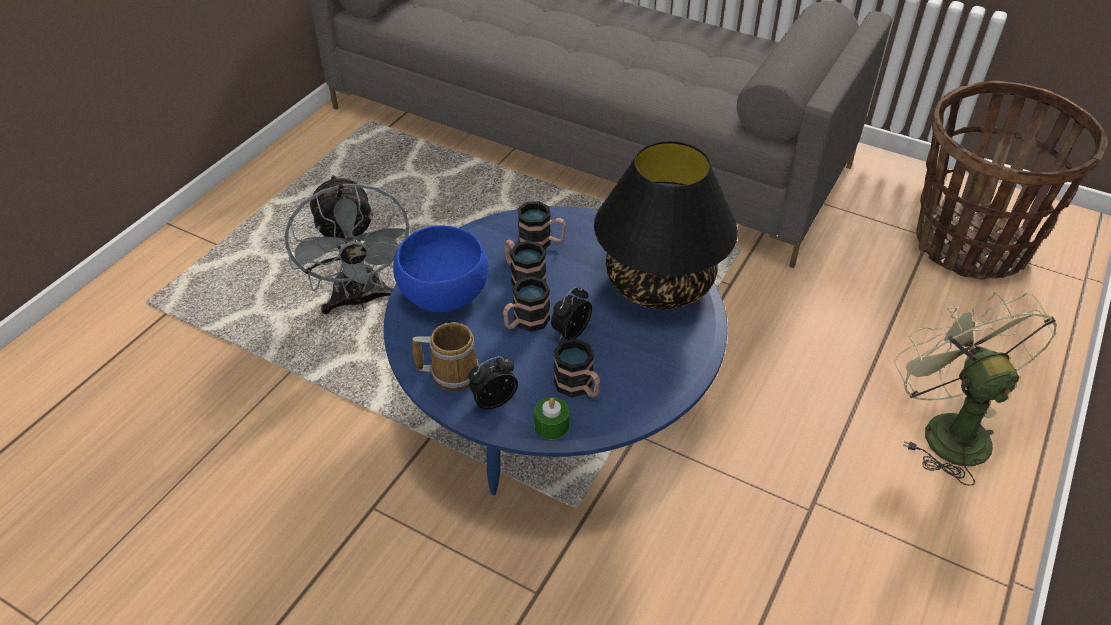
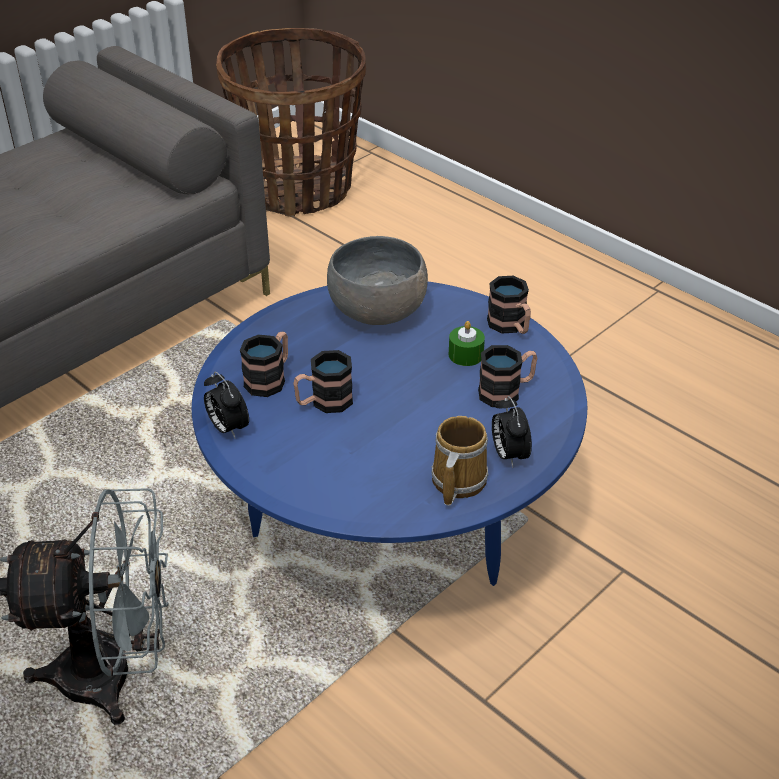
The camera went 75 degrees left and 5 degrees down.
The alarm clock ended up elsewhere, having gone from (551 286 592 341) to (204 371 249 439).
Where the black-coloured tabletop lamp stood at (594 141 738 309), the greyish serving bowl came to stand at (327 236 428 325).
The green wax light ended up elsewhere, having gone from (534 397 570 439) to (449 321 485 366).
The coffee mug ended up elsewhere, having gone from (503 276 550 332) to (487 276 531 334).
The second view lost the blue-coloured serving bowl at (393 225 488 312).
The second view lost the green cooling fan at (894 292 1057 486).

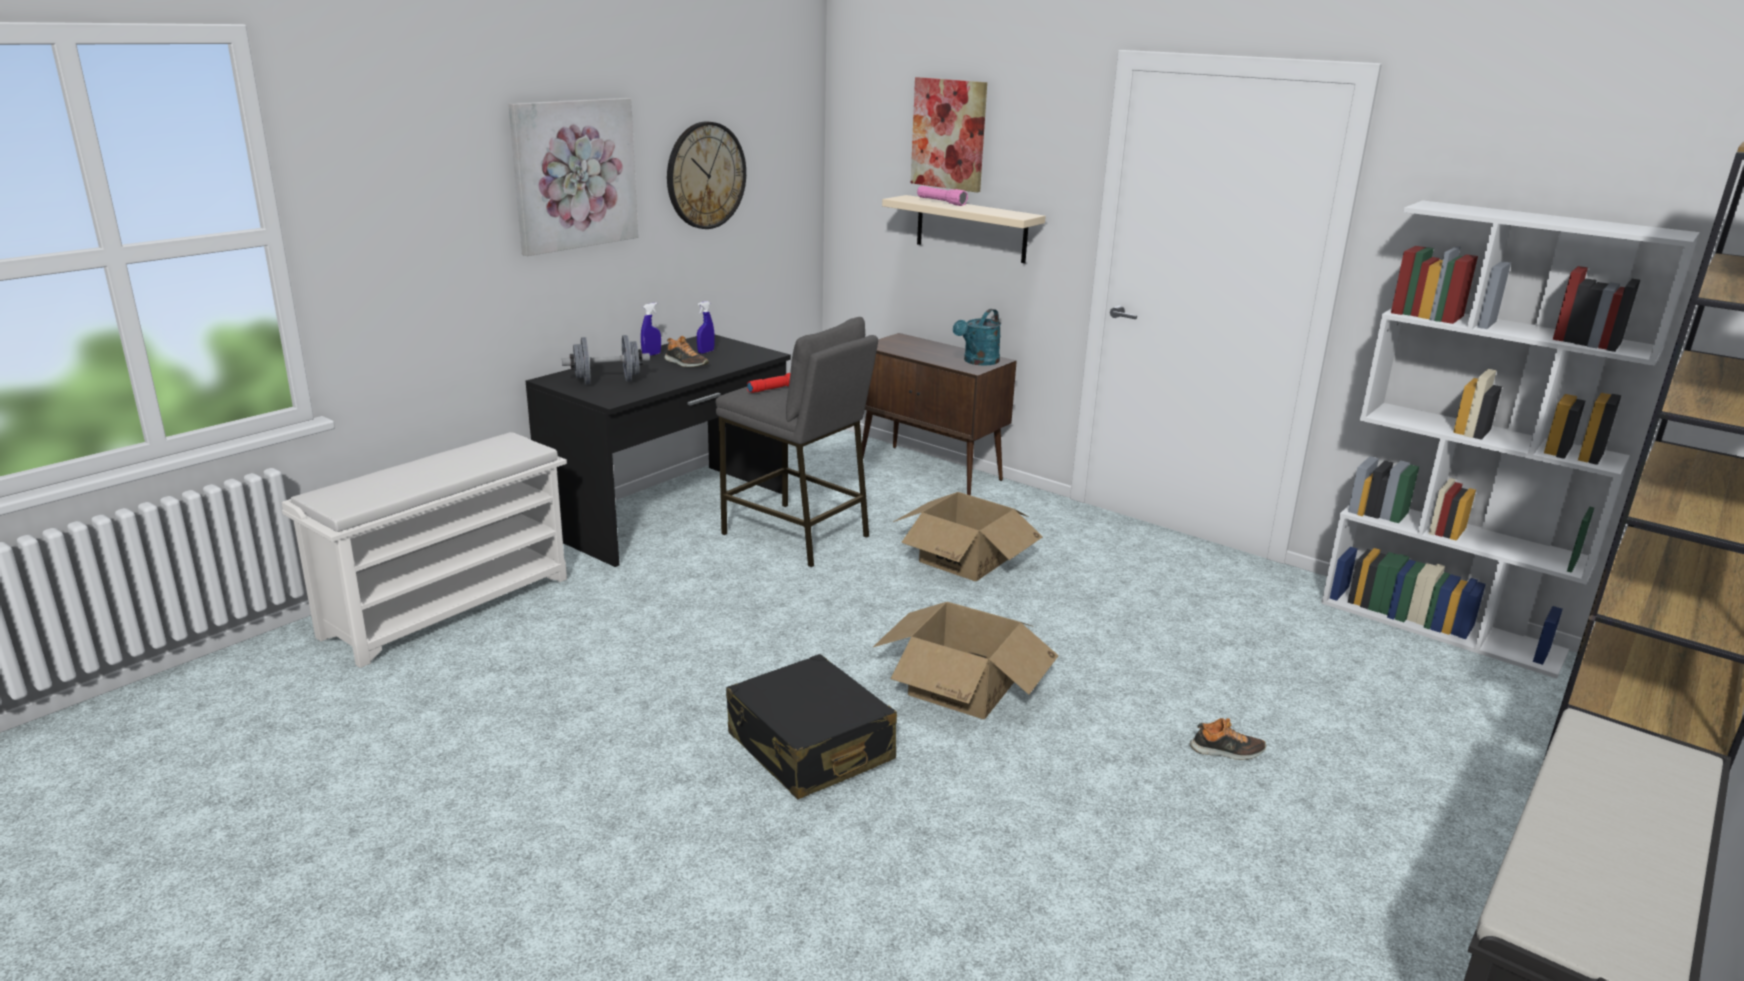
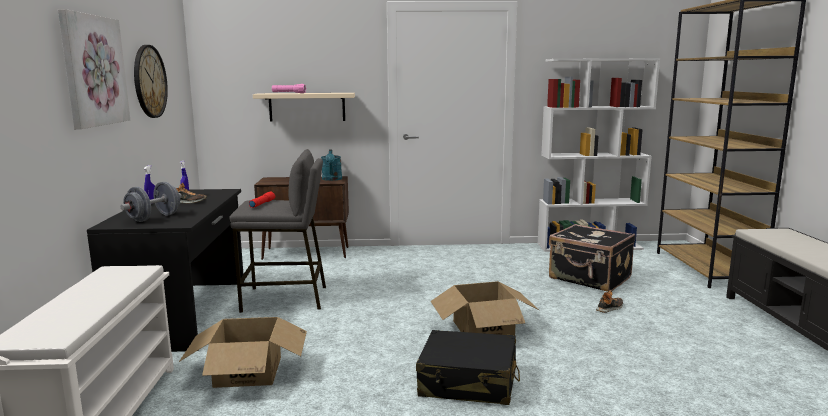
The camera went 40 degrees left and 10 degrees down.
The carton ended up elsewhere, having gone from (893 492 1043 581) to (179 317 307 388).
The second view gained the black-coloured piece of luggage at (549 224 635 292).
The second view lost the picture at (911 77 987 192).

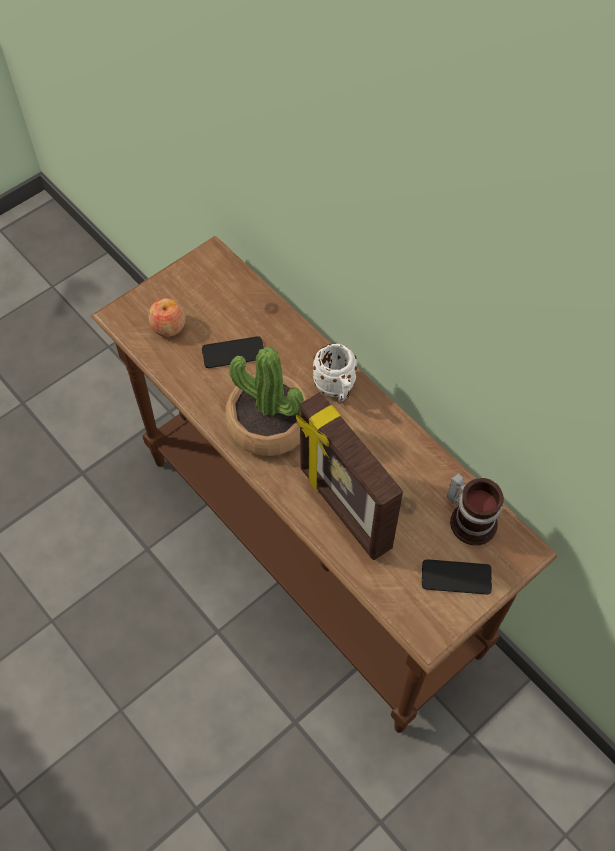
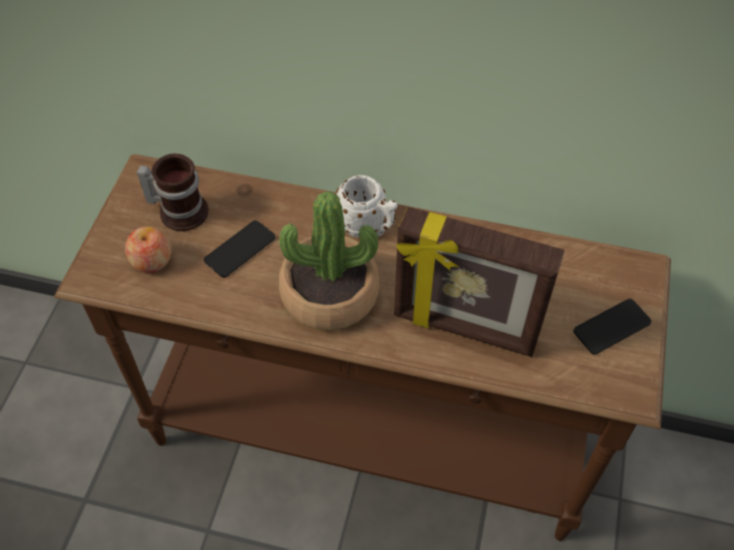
The camera went 35 degrees left and 5 degrees down.
The coffee mug ended up elsewhere, having gone from (447 473 504 545) to (137 154 209 231).

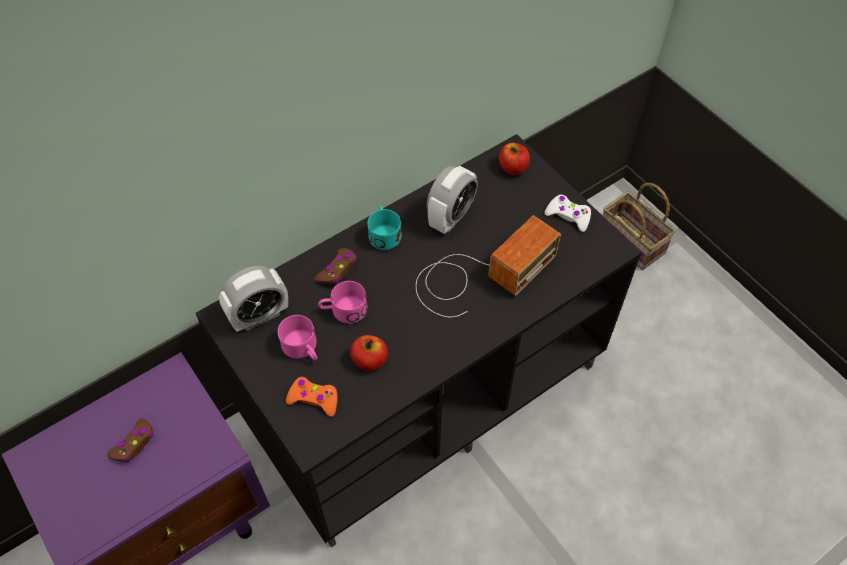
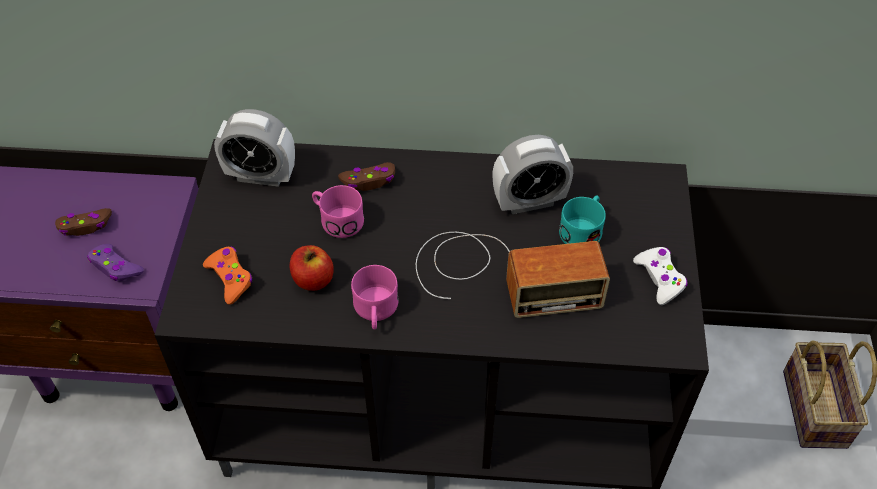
The camera went 40 degrees right and 5 degrees down.
The second view gained the purple game controller at (87 244 144 282).
The pink coffee mug ended up elsewhere, having gone from (278 315 317 360) to (351 265 399 330).
The turquoise-coloured coffee mug ended up elsewhere, having gone from (367 205 402 250) to (559 196 606 244).
The second view lost the apple at (499 143 530 175).

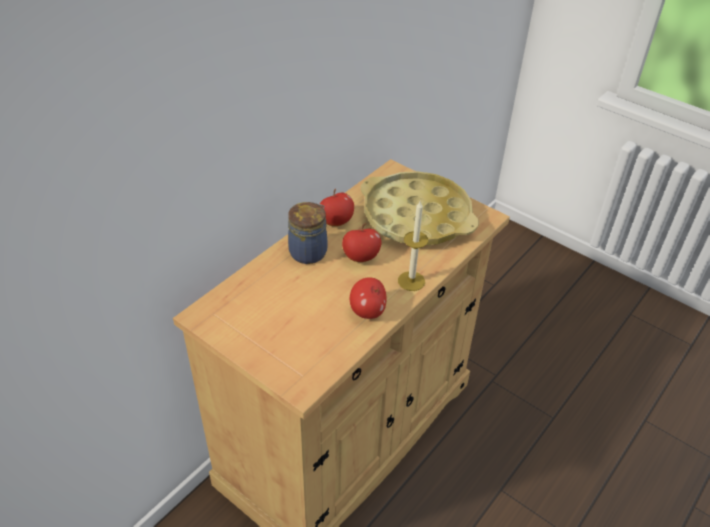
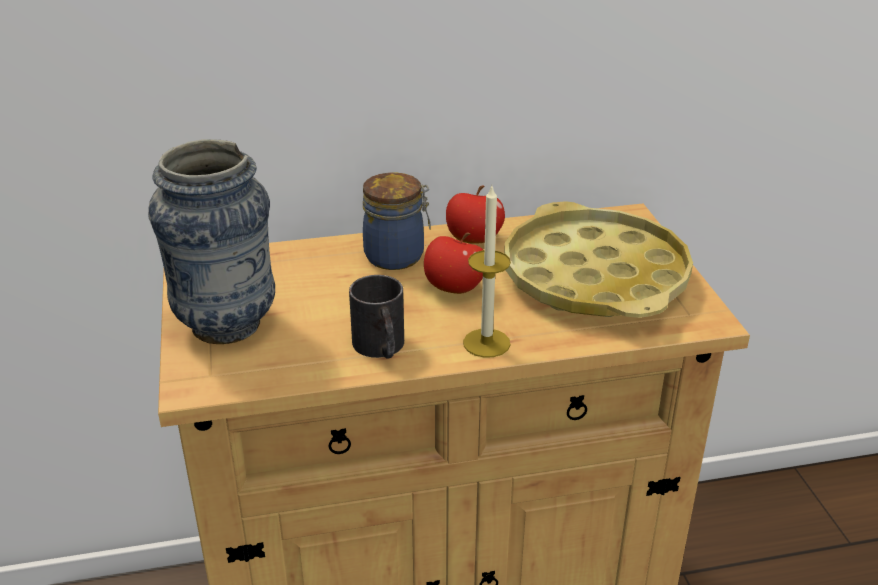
The camera went 40 degrees right and 10 degrees down.
The second view gained the flower vase at (148 139 275 344).
Where the apple stood at (350 277 387 319), the black-coloured coffee mug came to stand at (349 275 404 359).

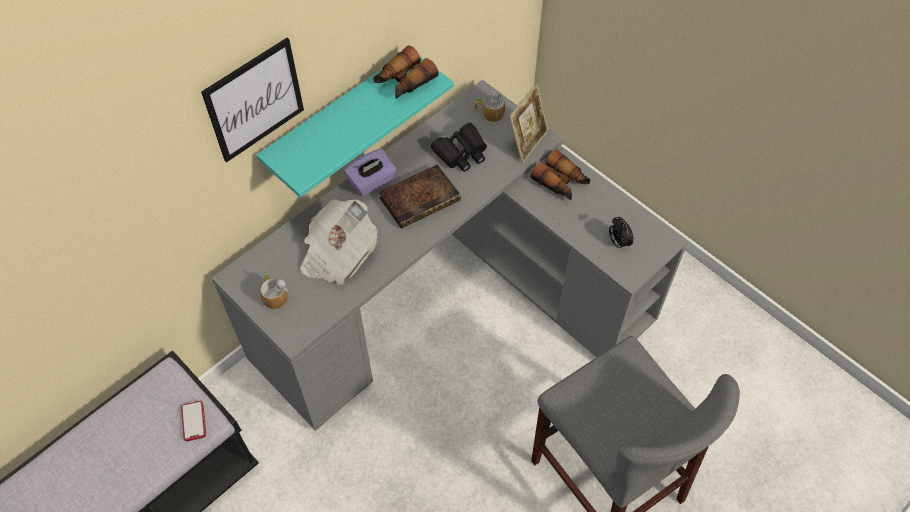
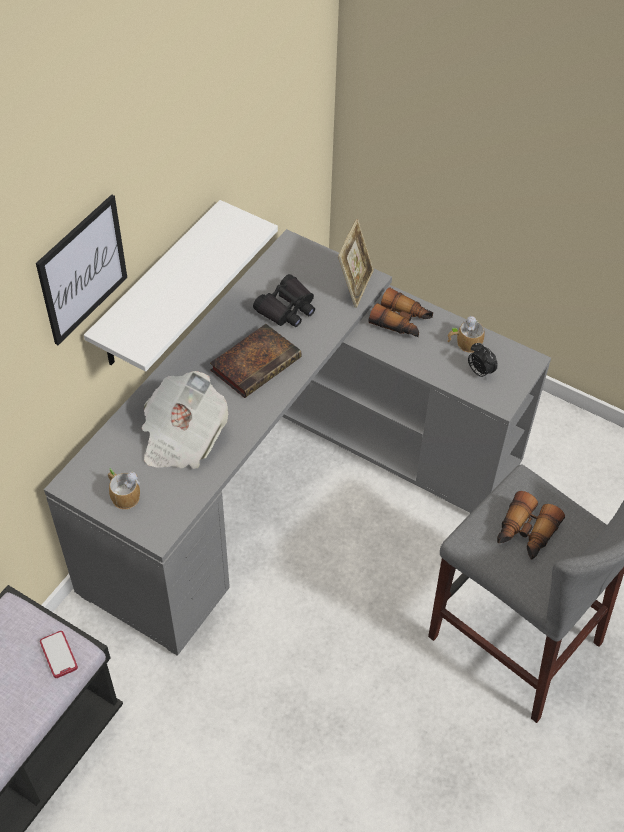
The camera went 15 degrees left and 5 degrees down.
What was the turquoise-coloured bracket shelf at (257 57 454 198) turned into the whitish bracket shelf at (84 200 278 372).
The coffee mug ended up elsewhere, having gone from (474 90 505 122) to (447 316 485 353).
The pair of binoculars ended up elsewhere, having gone from (373 45 439 99) to (497 491 565 560).
The second view lost the purple tissue holder at (344 149 396 196).

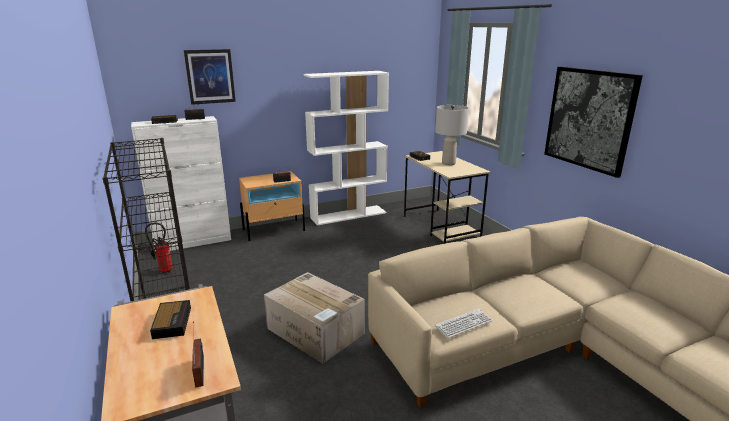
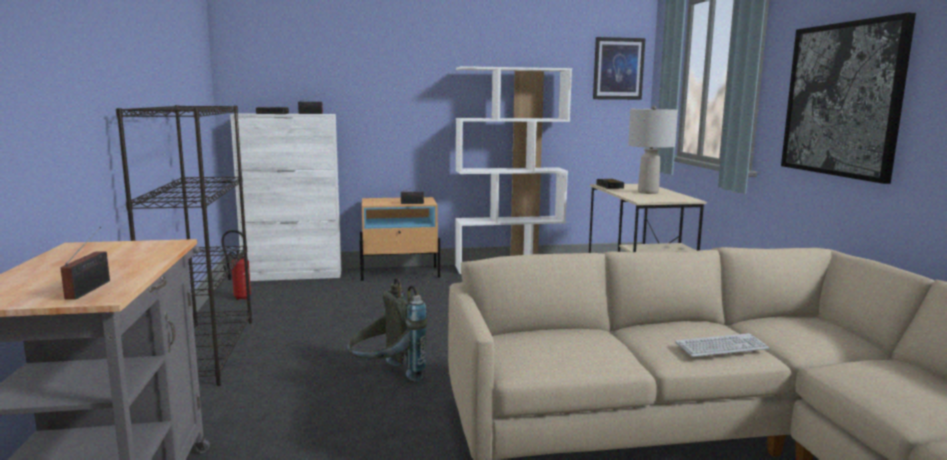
The camera went 15 degrees right and 10 degrees down.
Where the carton stood at (264 272 365 363), the greyish knapsack came to stand at (347 277 427 382).
The picture ended up elsewhere, having gone from (184 49 236 105) to (593 37 645 100).
The keyboard ended up elsewhere, having gone from (435 309 492 338) to (675 333 769 357).
The second view lost the alarm clock at (150 300 191 339).

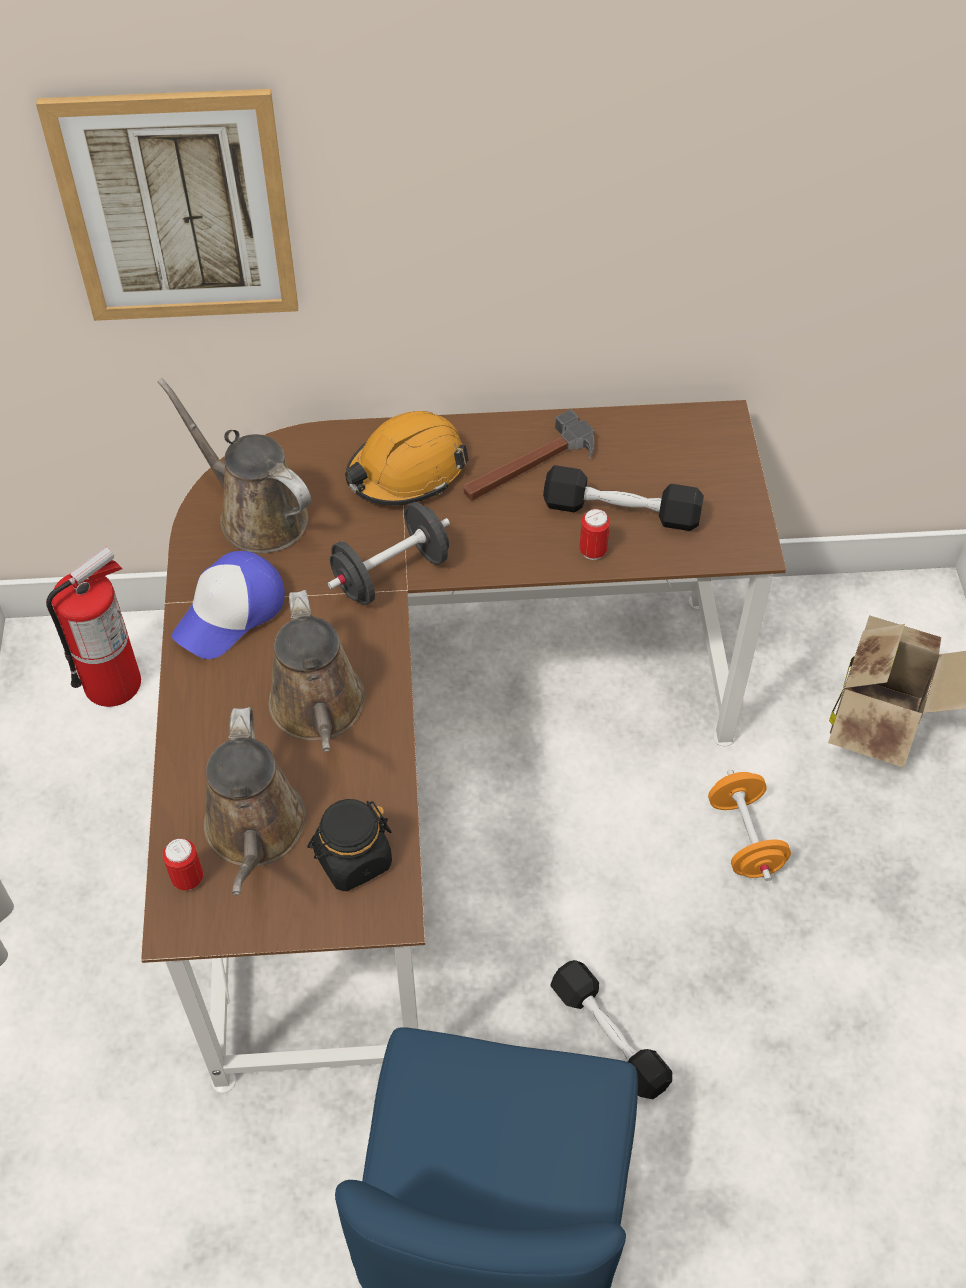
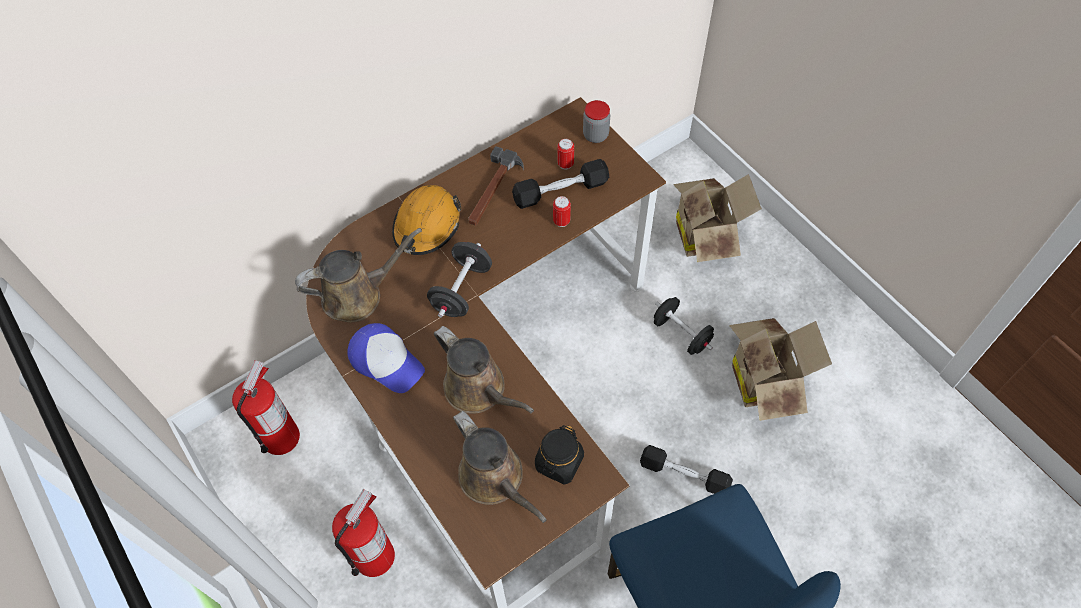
The camera went 30 degrees left and 5 degrees up.
The brownish watering can at (158 378 311 553) ended up facing another way, 150 degrees clockwise from before.
The second view gained the fire-fighting cylinder at (332 488 395 577).
The cap at (172 551 285 659) ended up facing another way, 60 degrees counterclockwise from before.
The sealed can ended up elsewhere, having gone from (163 838 203 890) to (557 139 574 169).
The second view gained the jar at (583 100 610 143).
What was the orange-coloured free weight at (708 770 791 881) turned into the black-coloured free weight at (654 297 714 355).
The second view gained the carton at (729 318 832 421).
The second view lost the picture at (36 89 298 321).

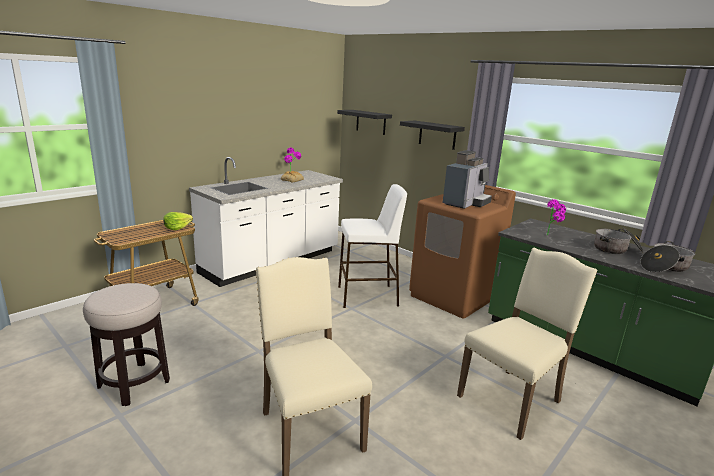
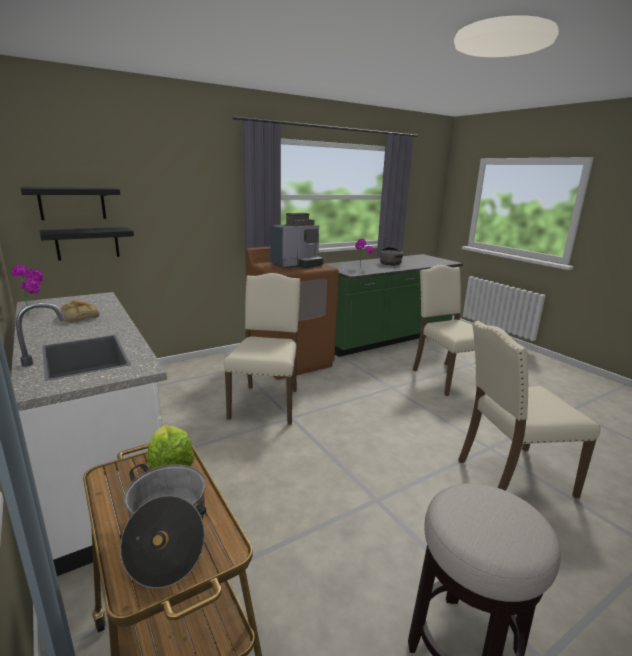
The camera went 75 degrees left and 0 degrees up.
The black-coloured bracket shelf ended up elsewhere, having gone from (400 121 465 150) to (39 227 134 261).
The stockpot ended up elsewhere, having gone from (640 241 695 272) to (120 464 206 588).
Where the whitish sitting stool stood at (338 184 407 308), the beige-coloured chair came to stand at (224 273 301 425).
The coffee maker at (443 150 492 209) ended up facing another way, 90 degrees clockwise from before.

